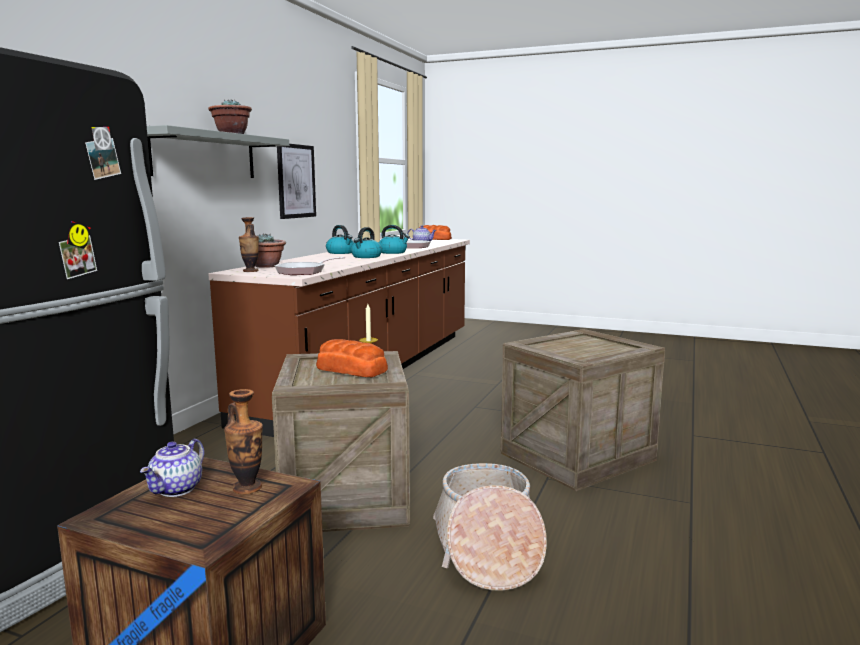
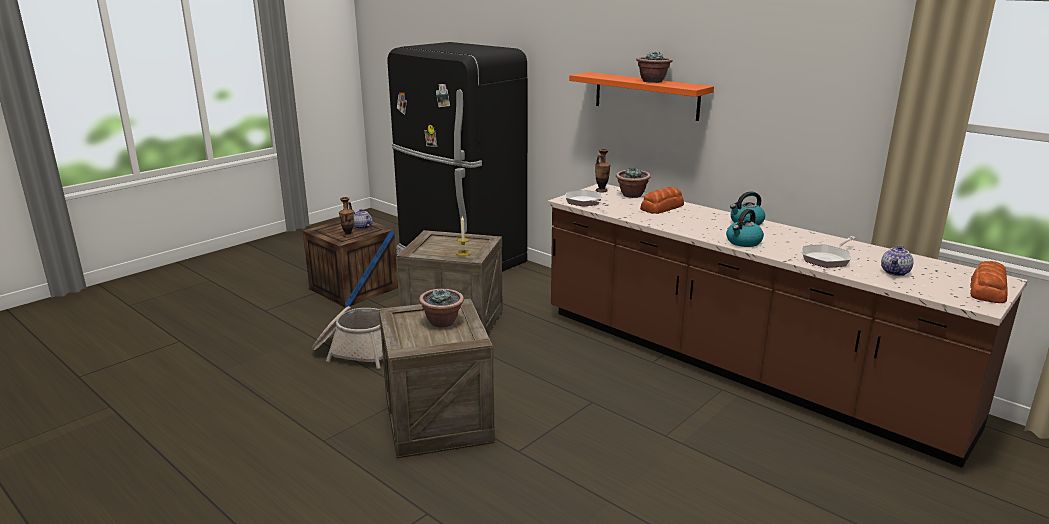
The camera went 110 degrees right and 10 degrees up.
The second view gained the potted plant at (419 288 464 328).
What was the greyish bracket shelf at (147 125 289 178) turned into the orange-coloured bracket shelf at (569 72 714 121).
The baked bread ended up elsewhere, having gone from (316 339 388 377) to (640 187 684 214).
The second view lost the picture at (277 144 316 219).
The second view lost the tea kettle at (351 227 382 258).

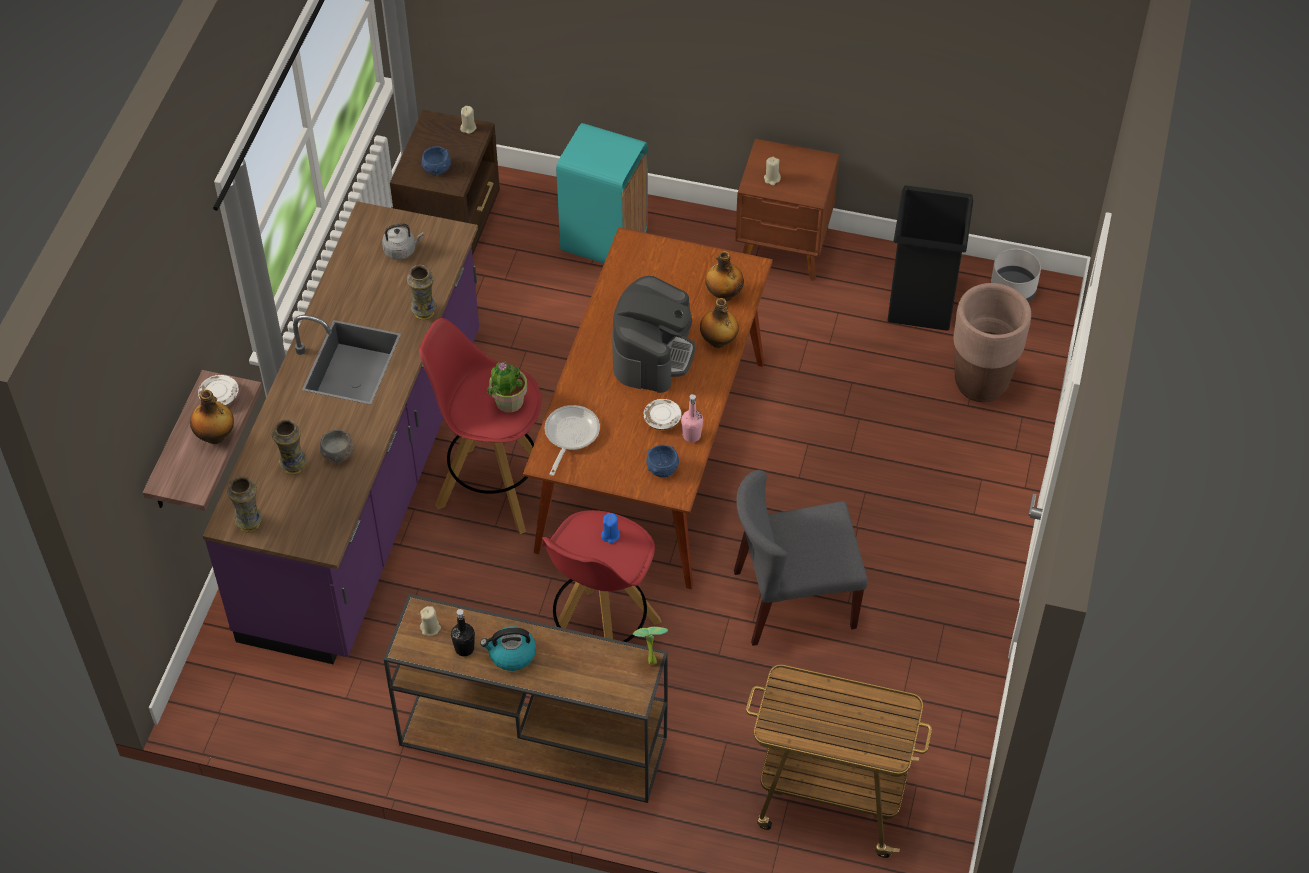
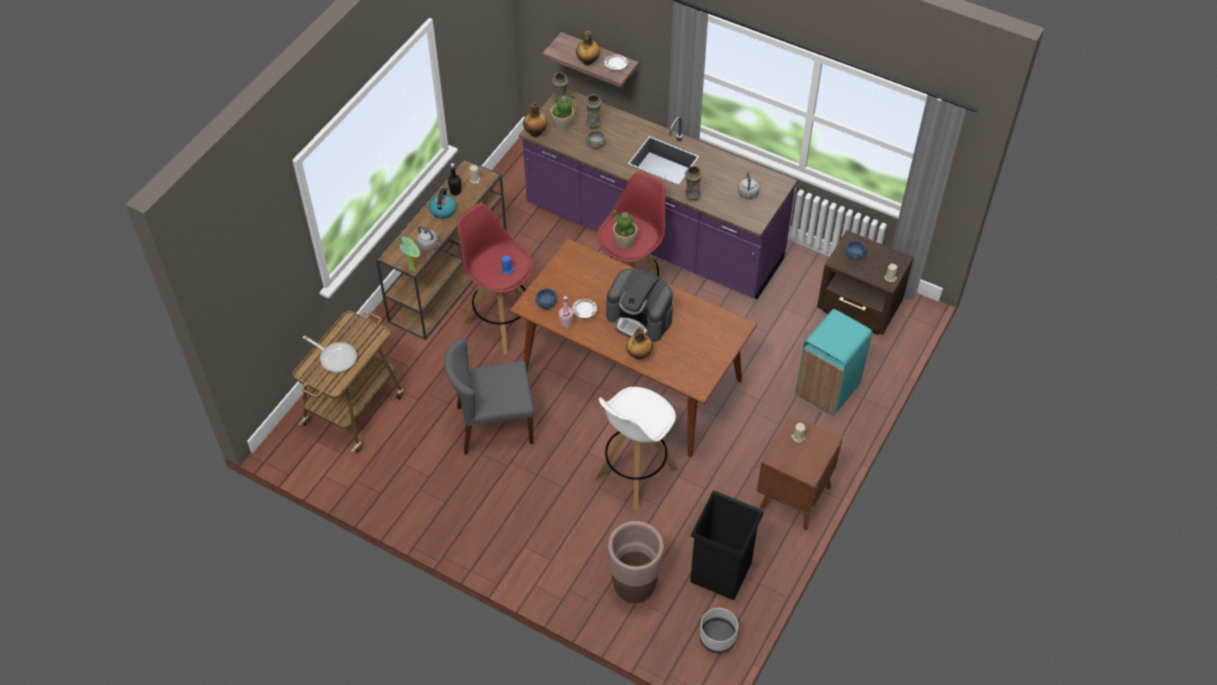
The camera went 105 degrees right and 0 degrees up.
The frying pan ended up elsewhere, having gone from (545 405 600 476) to (303 336 357 372).
The second view gained the greyish tea kettle at (416 226 440 251).
The greyish chair at (734 470 868 646) ended up facing another way, 105 degrees counterclockwise from before.
The beverage bottle ended up elsewhere, having gone from (705 251 744 301) to (523 103 547 137).
The second view gained the potted plant at (551 94 575 131).
The second view gained the whitish sitting stool at (594 387 678 510).

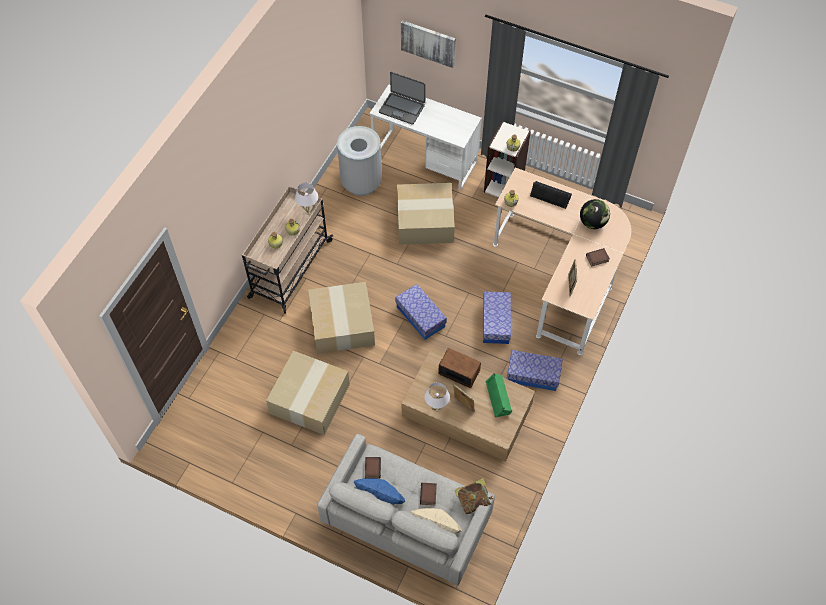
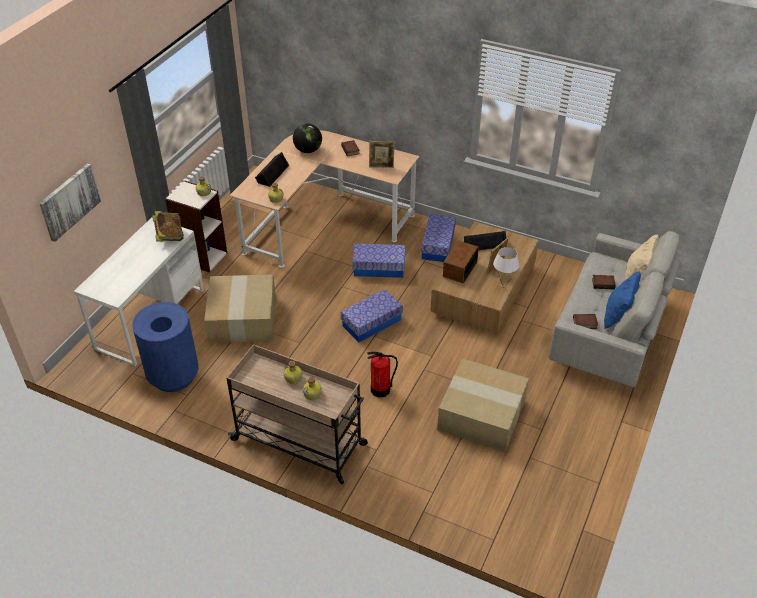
The camera went 90 degrees left and 15 degrees down.
What was the greyish waste bin at (337 126 382 196) turned into the blue-coloured waste bin at (132 302 199 392).
The bound book ended up elsewhere, having gone from (454 478 494 514) to (152 211 184 242).
Where the carton stood at (308 282 375 354), the fire-fighting cylinder came to stand at (367 352 398 398).
What was the green loudspeaker at (485 373 512 418) turned into the black-coloured loudspeaker at (464 231 506 251).
The second view lost the whitish tabletop lamp at (295 183 318 215).
The second view lost the laptop at (379 72 426 125).

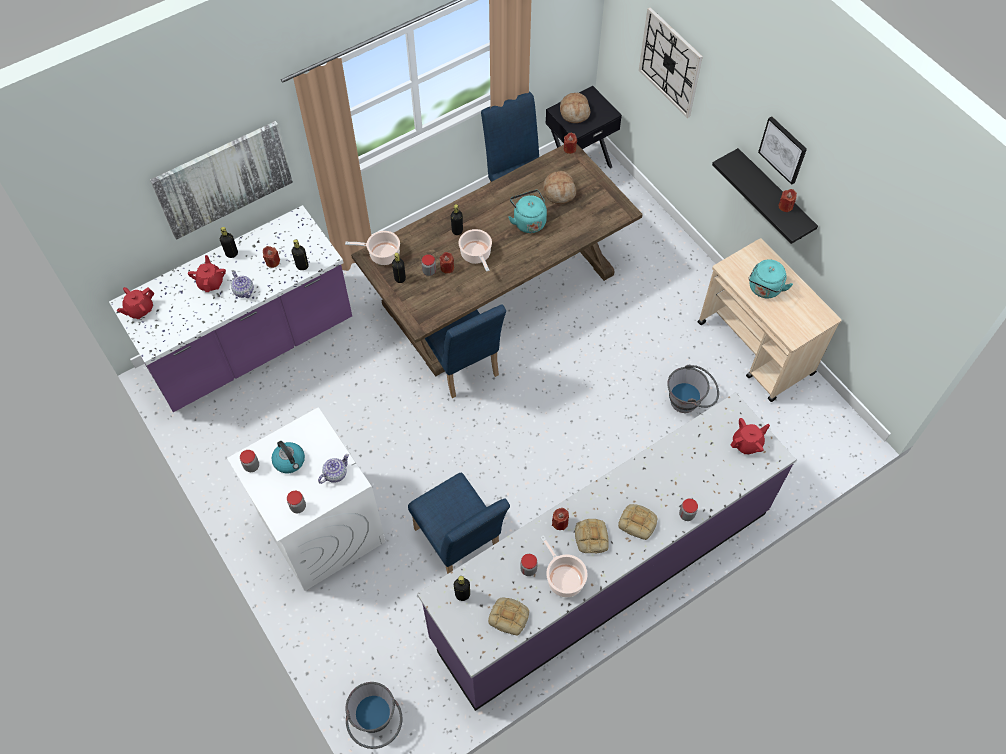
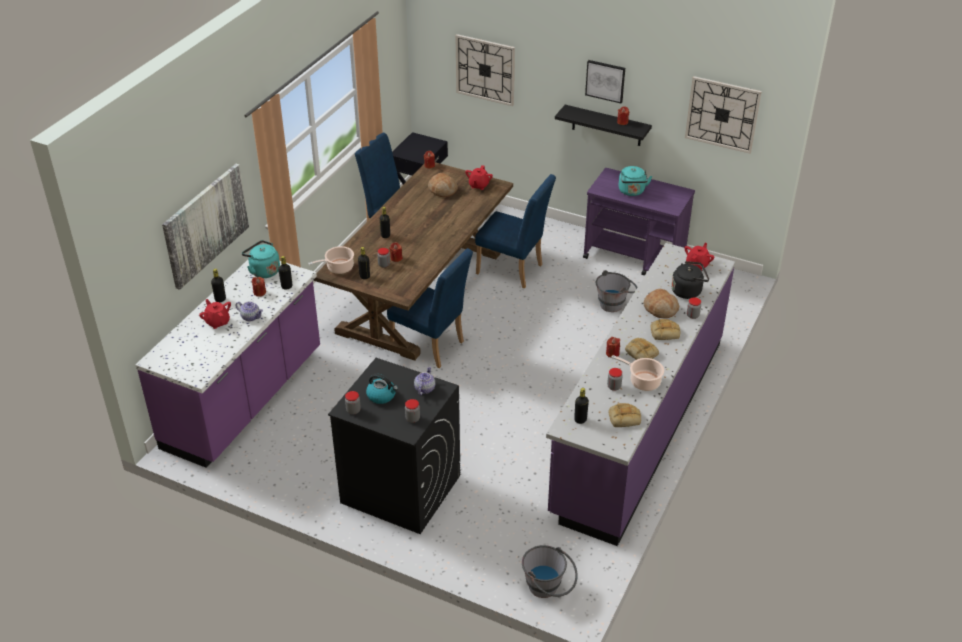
The camera went 30 degrees left and 20 degrees down.
The turquoise-coloured tea kettle ended up elsewhere, having gone from (509 190 547 233) to (242 240 280 278).
What was the whitish laundry machine at (227 407 386 591) turned into the black-coloured laundry machine at (328 358 460 534).
The reddish tea pot ended up elsewhere, having gone from (117 287 155 319) to (465 165 493 190).
The blue-coloured chair ended up elsewhere, having gone from (408 473 510 574) to (475 174 556 288).
What was the beige-coloured cart at (698 238 842 402) turned into the purple cart at (583 168 695 275).
The baked bread ended up elsewhere, having gone from (560 93 590 123) to (644 289 679 318).
The second view gained the black-coloured tea kettle at (671 261 709 299).
The second view gained the clock on the wall at (685 76 762 154).
The second view lost the stockpot at (458 229 492 272).

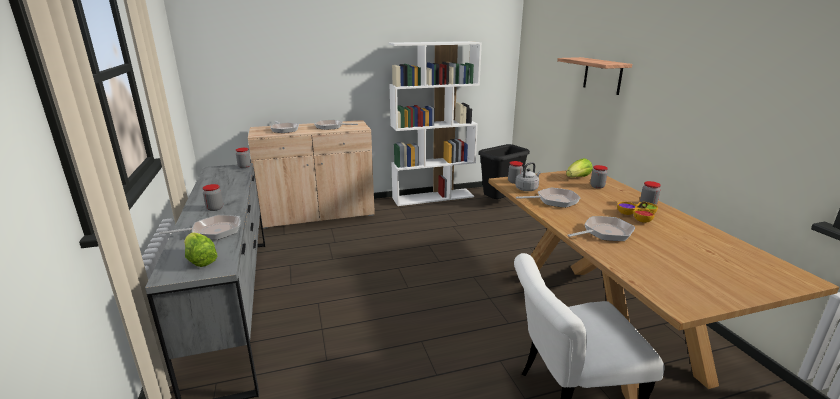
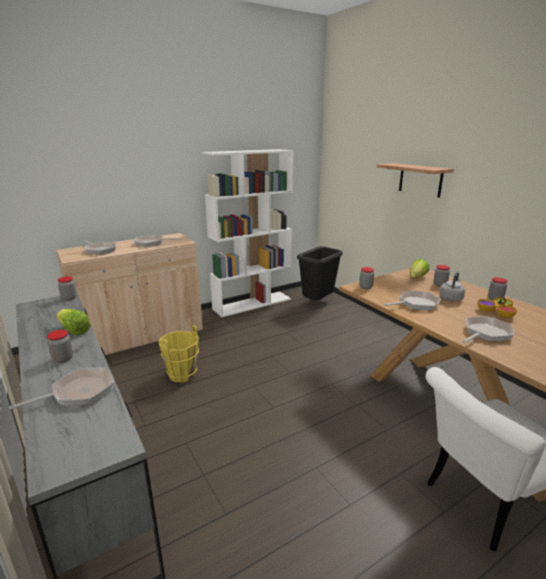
The camera went 15 degrees left and 0 degrees up.
The lettuce ended up elsewhere, having gone from (184 232 217 267) to (56 309 91 335).
The second view gained the yellow-coloured water bucket at (158 325 199 383).
The greyish tea kettle ended up elsewhere, having gone from (515 162 541 191) to (440 272 465 302).

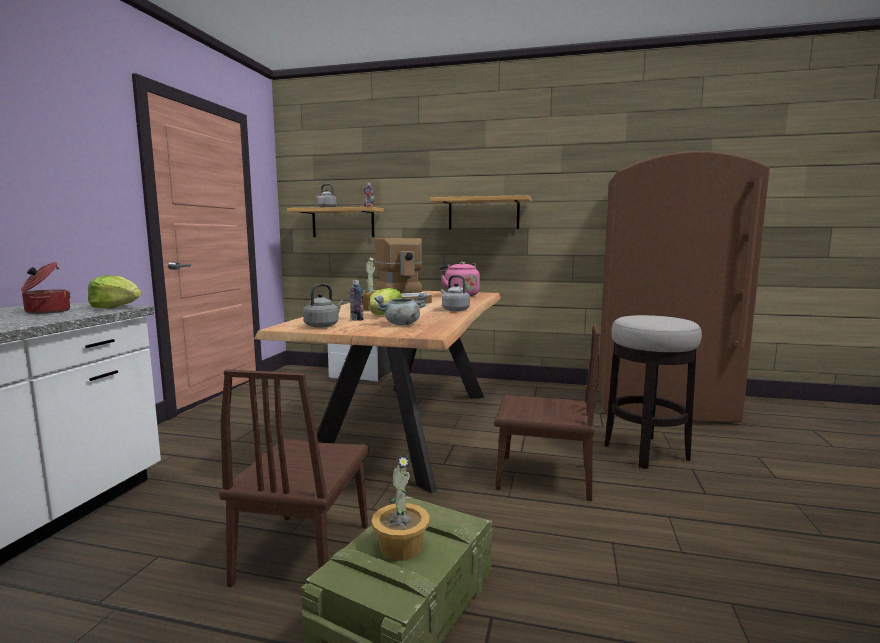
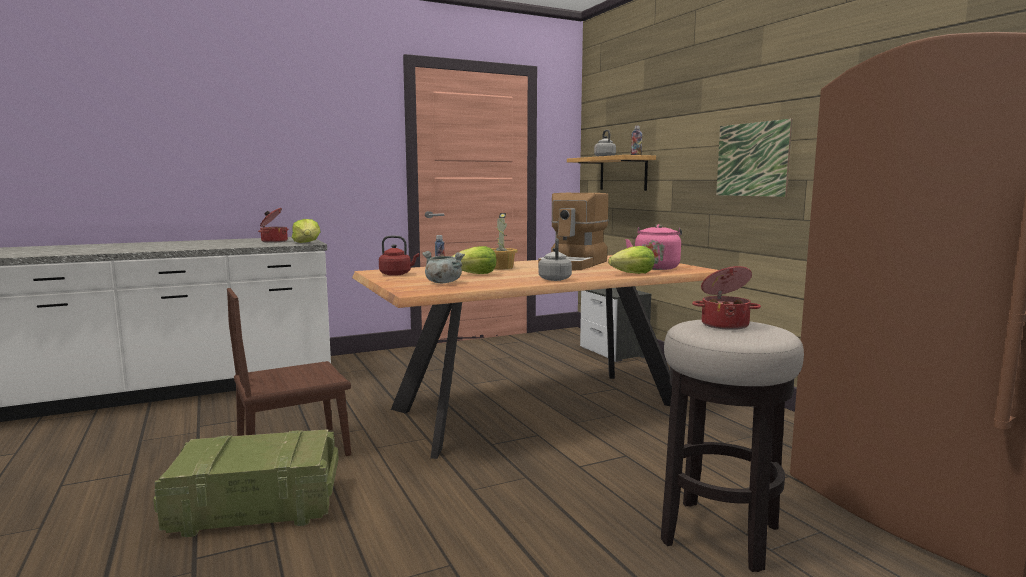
The camera went 50 degrees right and 0 degrees up.
What was the greyish tea kettle at (303 284 343 328) turned into the reddish tea kettle at (379 236 419 276).
The second view gained the lettuce at (608 246 655 274).
The second view gained the stockpot at (692 266 761 330).
Where the bracket shelf hung at (430 195 532 229), the picture came to hang at (716 119 792 197).
The second view lost the potted plant at (371 455 430 561).
The second view lost the brownish chair at (494 323 600 501).

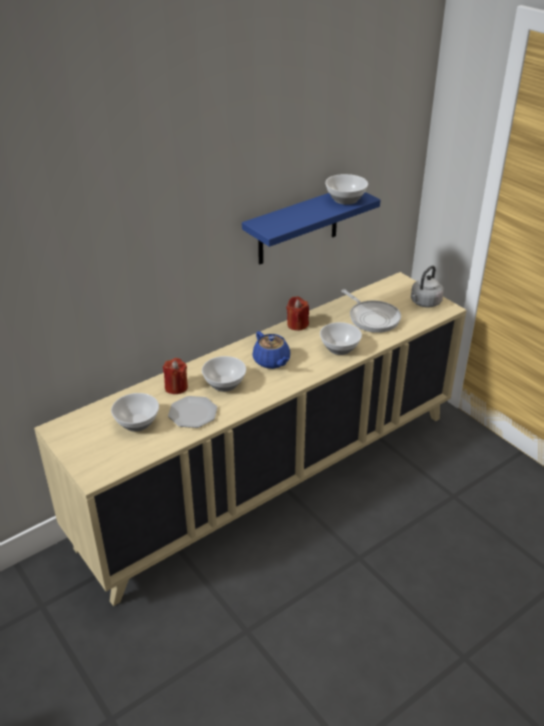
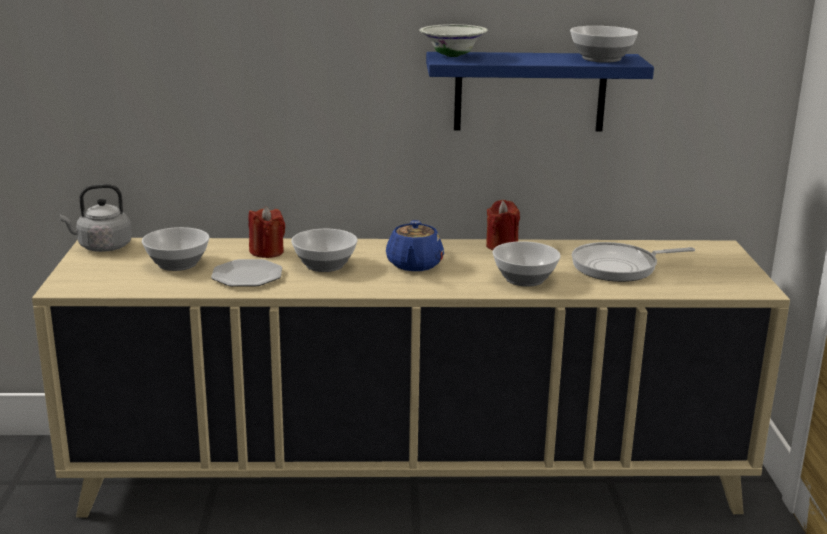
The camera went 35 degrees right and 15 degrees down.
The greyish tea kettle ended up elsewhere, having gone from (411 265 444 308) to (59 184 132 252).
The second view gained the whitish serving bowl at (419 24 488 57).
The frying pan at (341 289 401 333) ended up facing another way, 75 degrees clockwise from before.

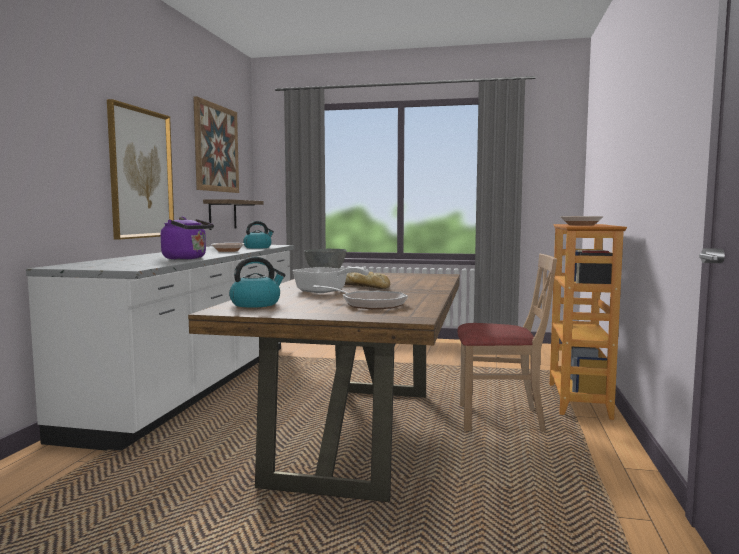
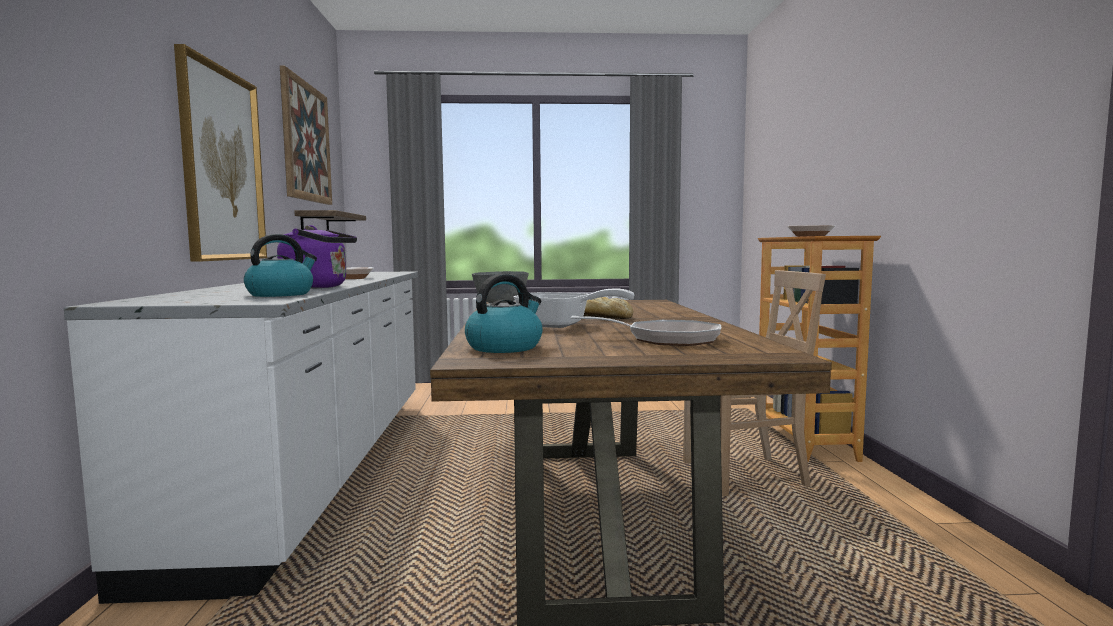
The camera went 15 degrees left and 0 degrees up.
The tea kettle ended up elsewhere, having gone from (243 221 274 249) to (244 234 317 297).

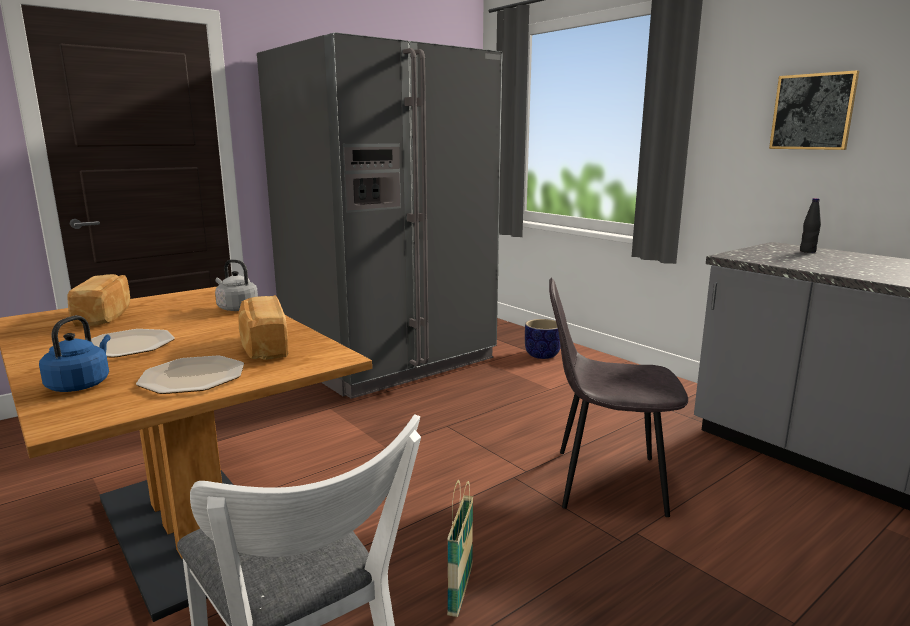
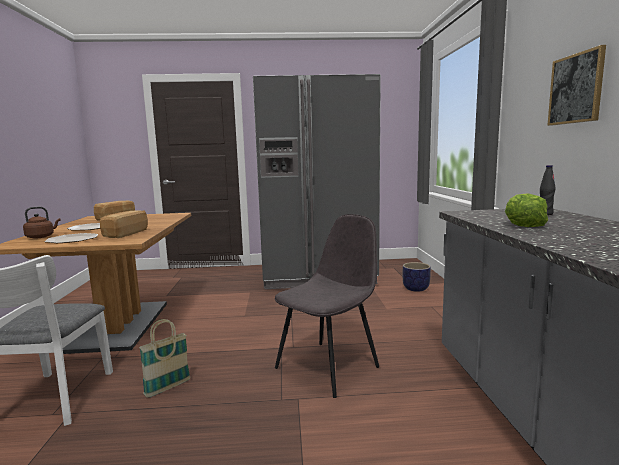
The camera went 35 degrees right and 5 degrees down.
What was the blue-coloured tea kettle at (39 315 111 392) turned into the brownish tea kettle at (23 207 61 239).
The greyish chair at (549 277 688 517) ended up facing another way, 90 degrees clockwise from before.
The second view gained the lettuce at (505 193 548 227).
The second view lost the greyish tea kettle at (215 259 258 311).

